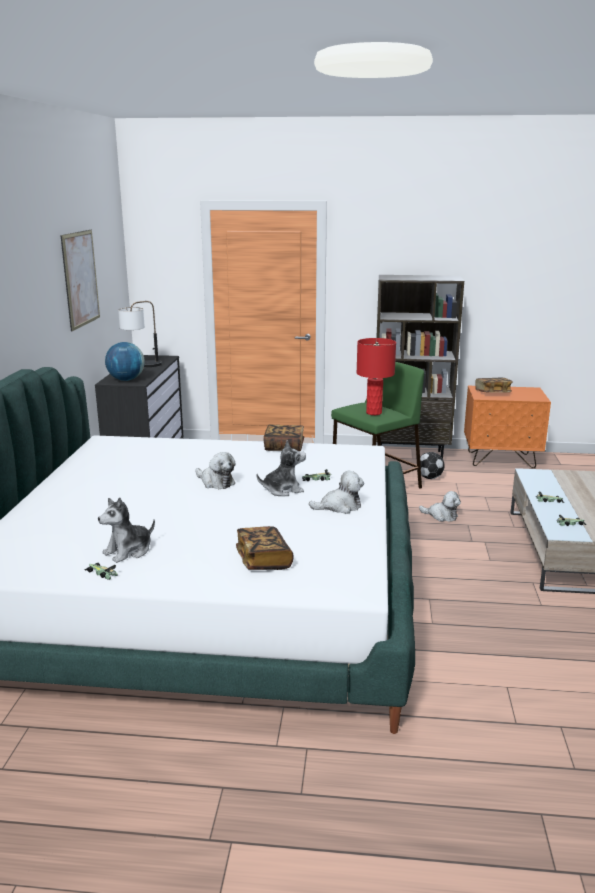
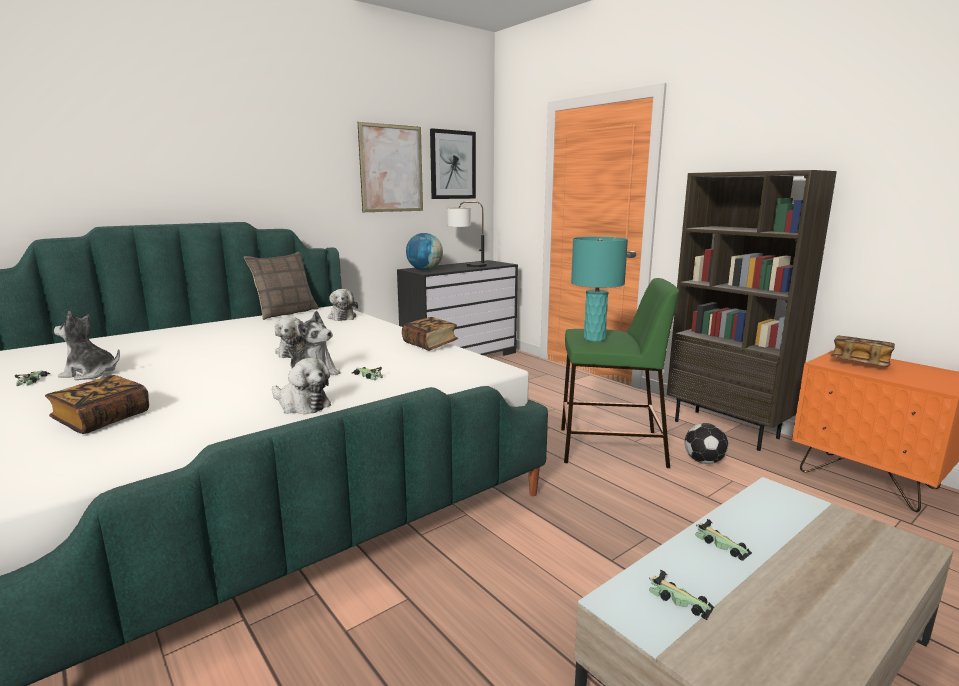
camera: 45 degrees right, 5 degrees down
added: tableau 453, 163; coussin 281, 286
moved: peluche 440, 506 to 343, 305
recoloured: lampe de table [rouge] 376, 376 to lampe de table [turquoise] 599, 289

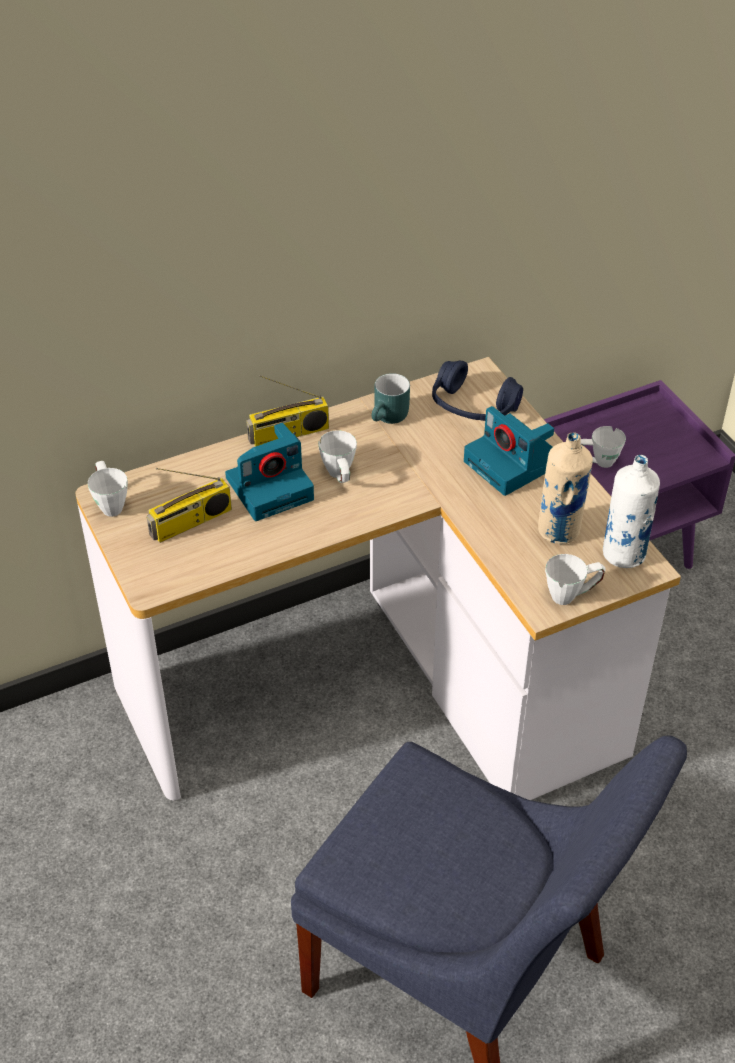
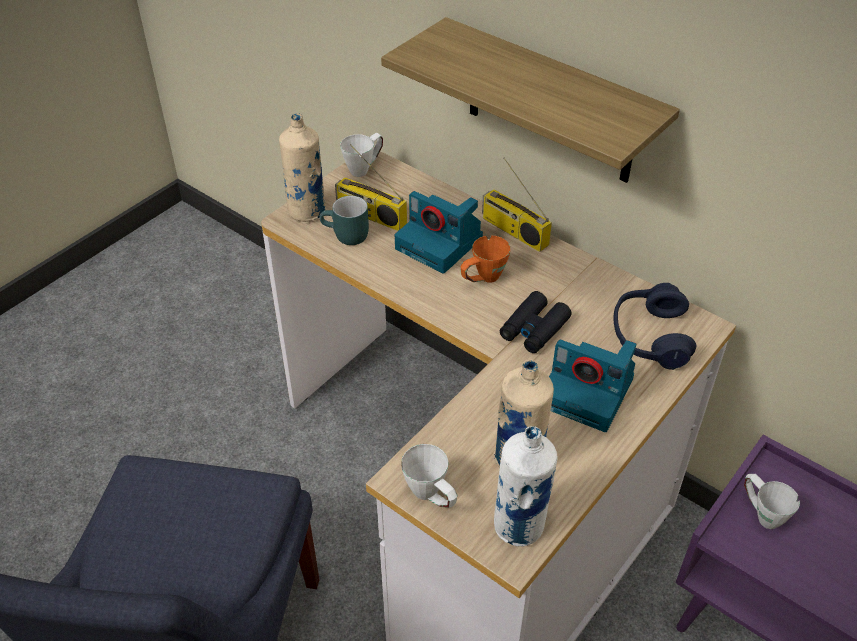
camera: 65 degrees right, 0 degrees up
added: étagère 530, 100; bouteille [beige] 302, 167; jumelles [noir] 536, 322
moved: mug [turquoise] 391, 398 to 344, 220
recoloured: mug [blanc] 337, 456 to mug [orange] 485, 259
turned: appareil photo 509, 451 = 592, 386 90 degrees counterclockwise

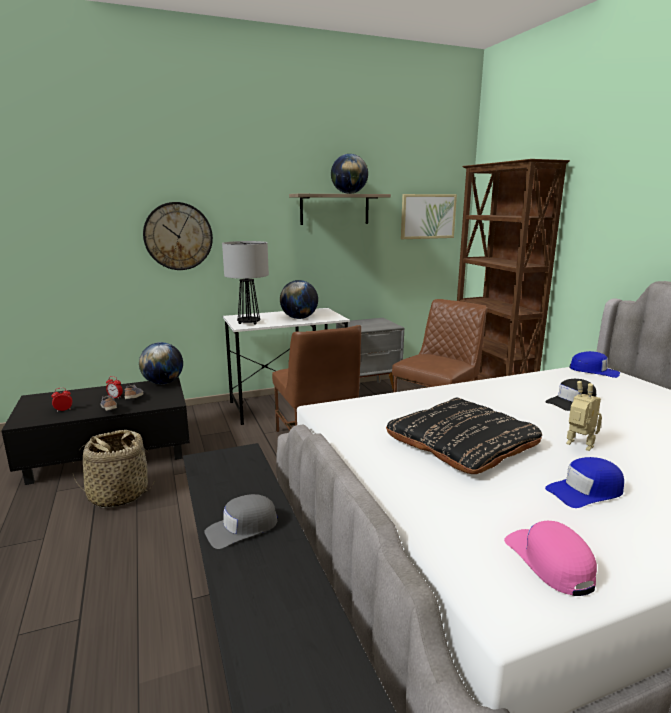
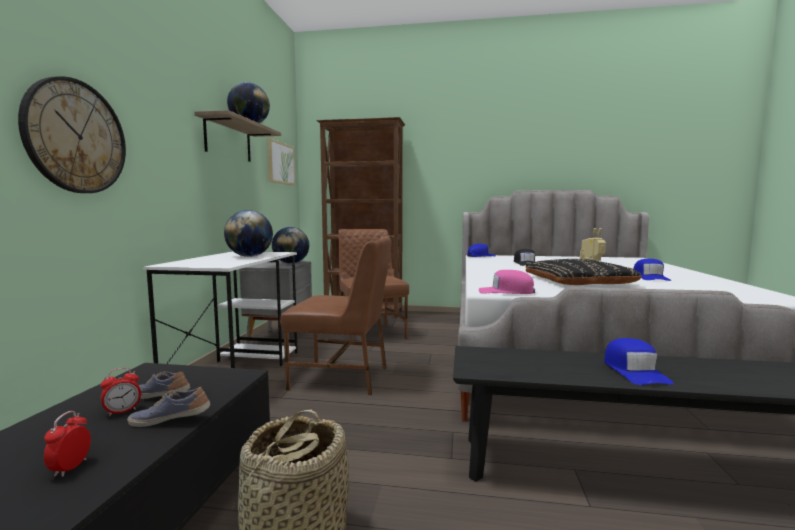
camera: 60 degrees left, 10 degrees down
removed: lampe de table 245, 283
moved: globe 161, 363 to 290, 245; casquette [rose] 550, 558 to 507, 282
recoloured: casquette [gris] 241, 521 to casquette [bleu] 639, 361

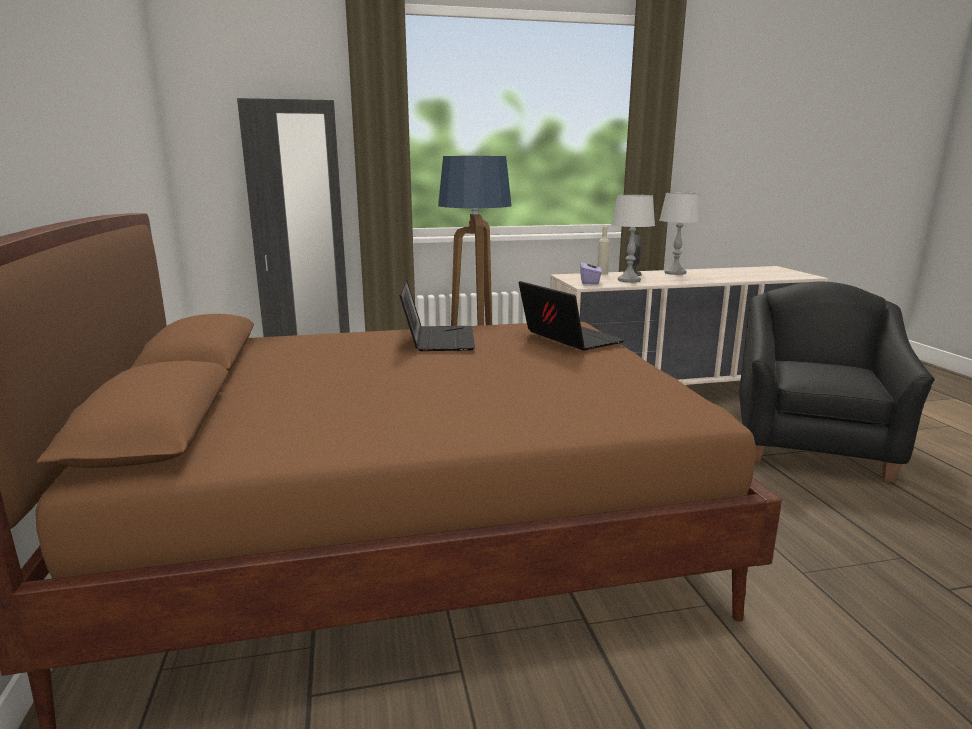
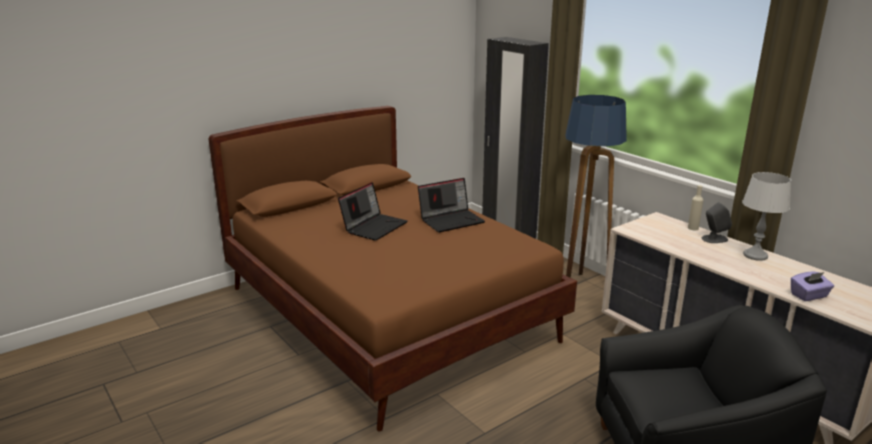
camera: 65 degrees right, 5 degrees up
removed: lampe de table [gris] 633, 238
moved: boîte à mouchoirs [violet] 591, 271 to 812, 286; ordinateur portable 572, 315 to 373, 211

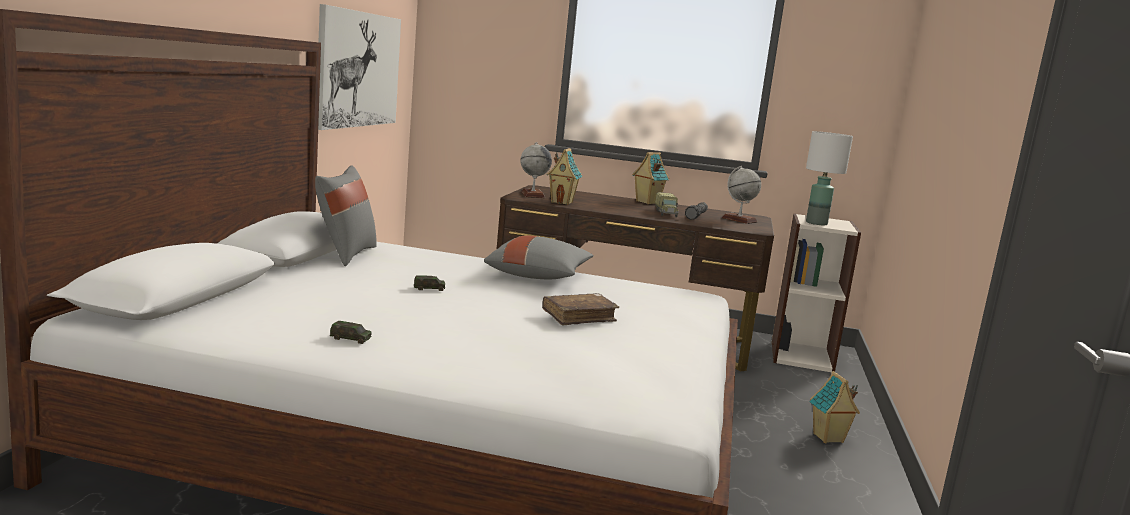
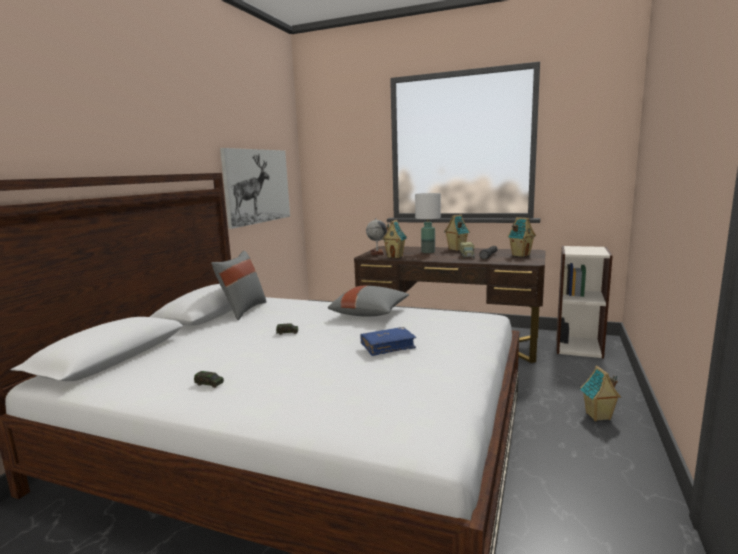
camera: 10 degrees right, 0 degrees up
moved: lampe de table [blanc] 829, 178 to 428, 223
replaced: globe 741, 195 to maison miniature 522, 237
recoloured: livre [marron] 580, 309 to livre [bleu] 388, 341

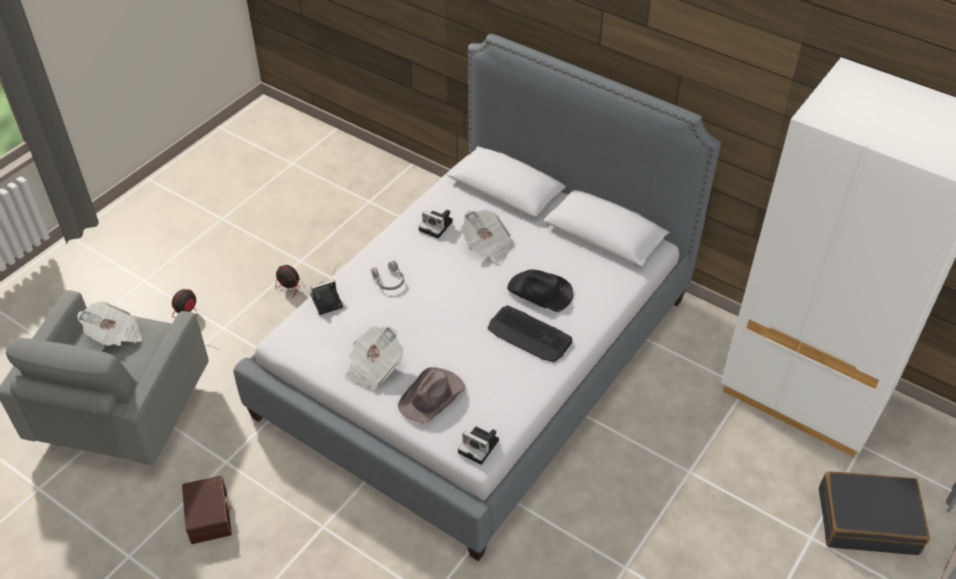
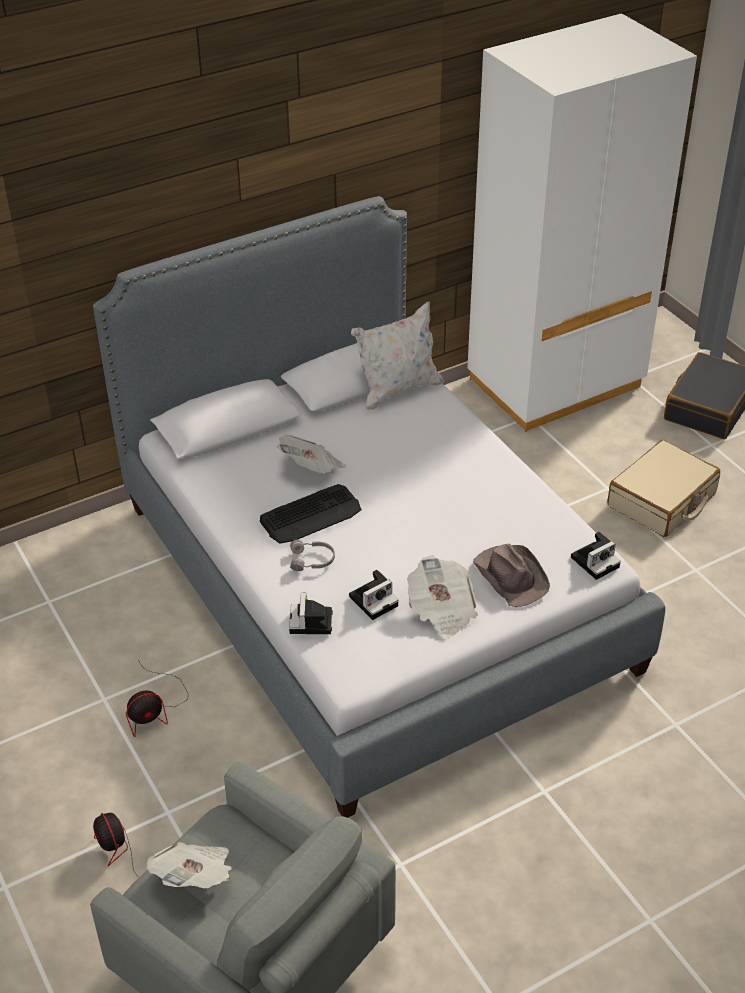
camera: 65 degrees left, 5 degrees down
removed: chapeau [noir] 540, 291; boîte de rangement [marron] 207, 510
added: coussin [blanc] 397, 356; valise [beige] 664, 488
moved: appareil photo 436, 223 to 374, 595; clavier 530, 333 to 310, 514

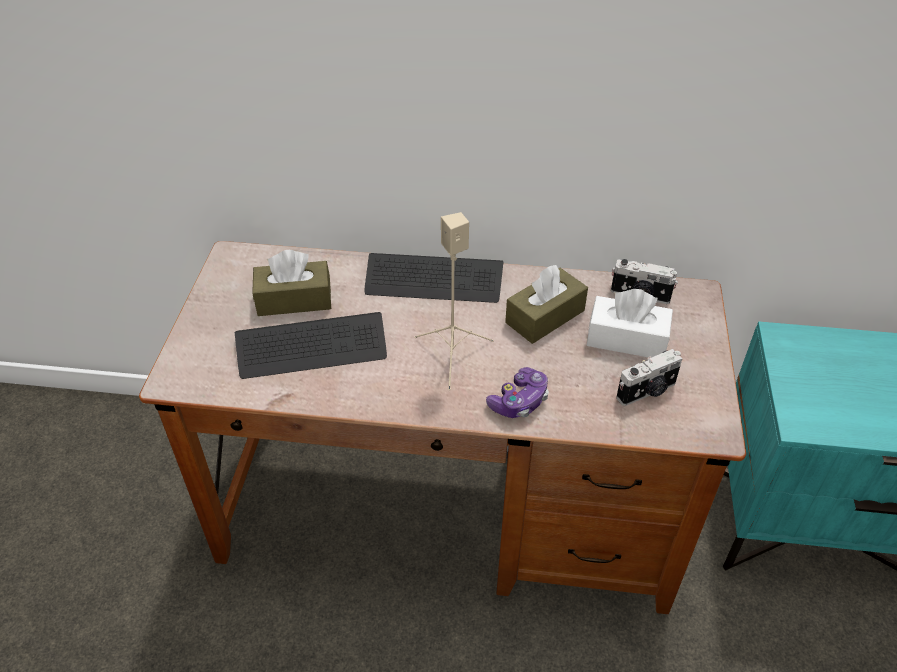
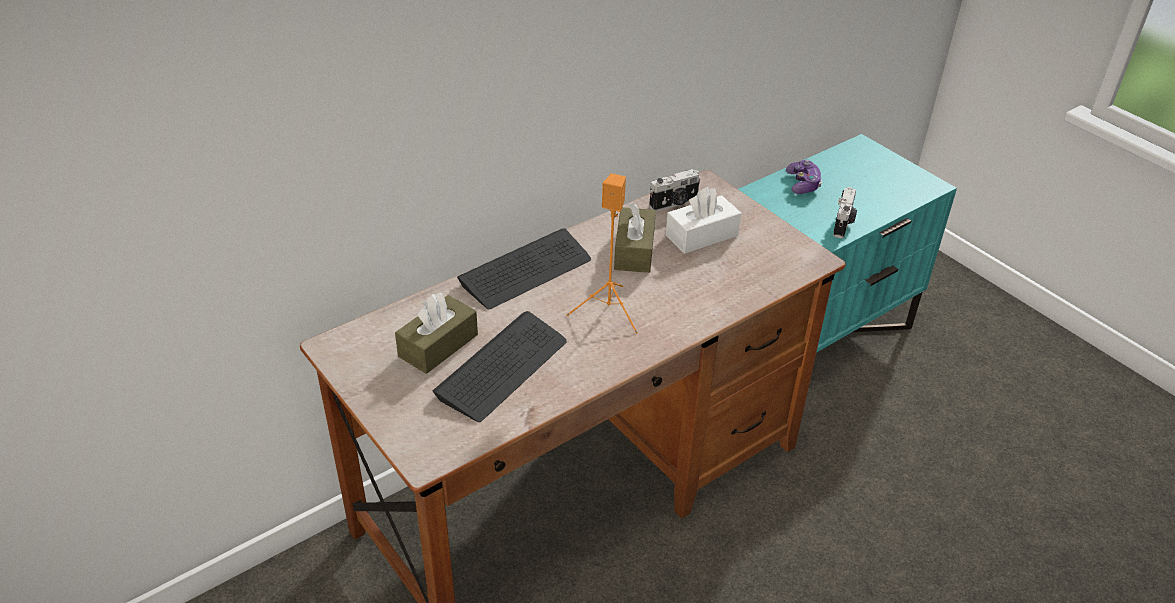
camera: 45 degrees left, 5 degrees down
moved: appareil photo 649, 377 to 845, 212; manette 517, 392 to 804, 177
recoloured: enceinte [beige] 454, 301 to enceinte [orange] 602, 253

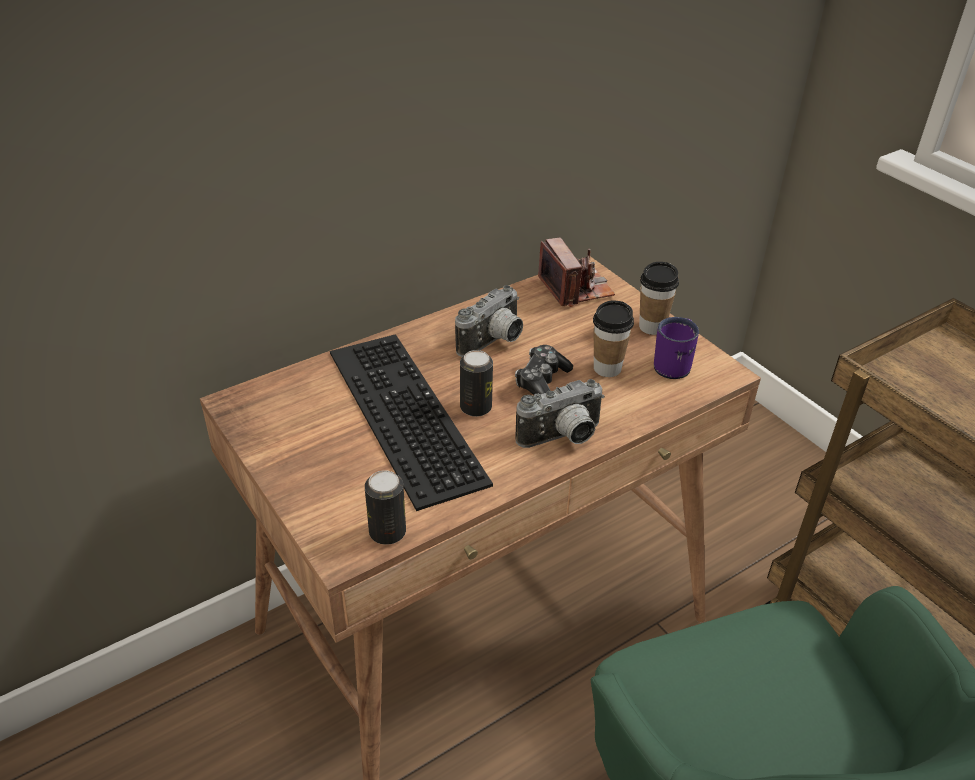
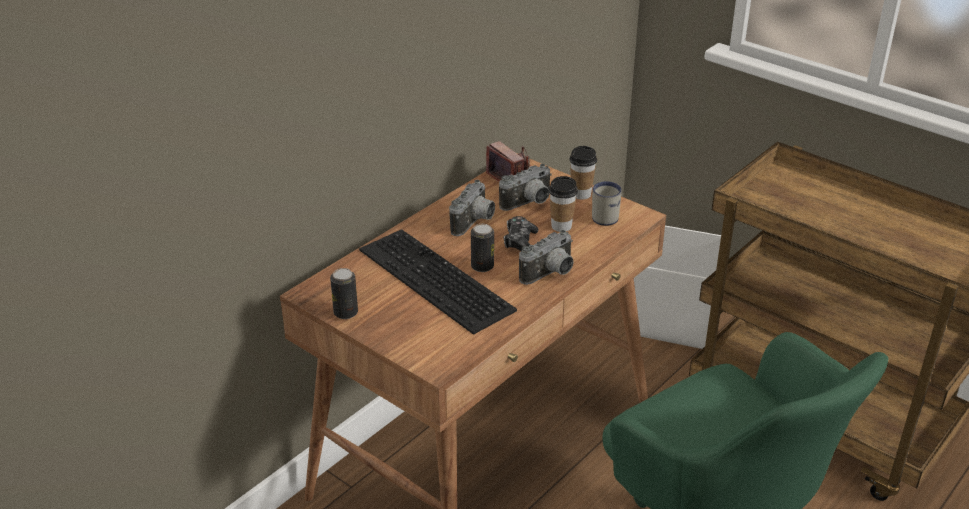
camera: 15 degrees left, 5 degrees down
added: appareil photo 525, 187; boîte de rangement [blanc] 677, 287
moved: boîte métallique 385, 507 to 344, 293
recoloured: mug [violet] 676, 348 to mug [blanc] 607, 203

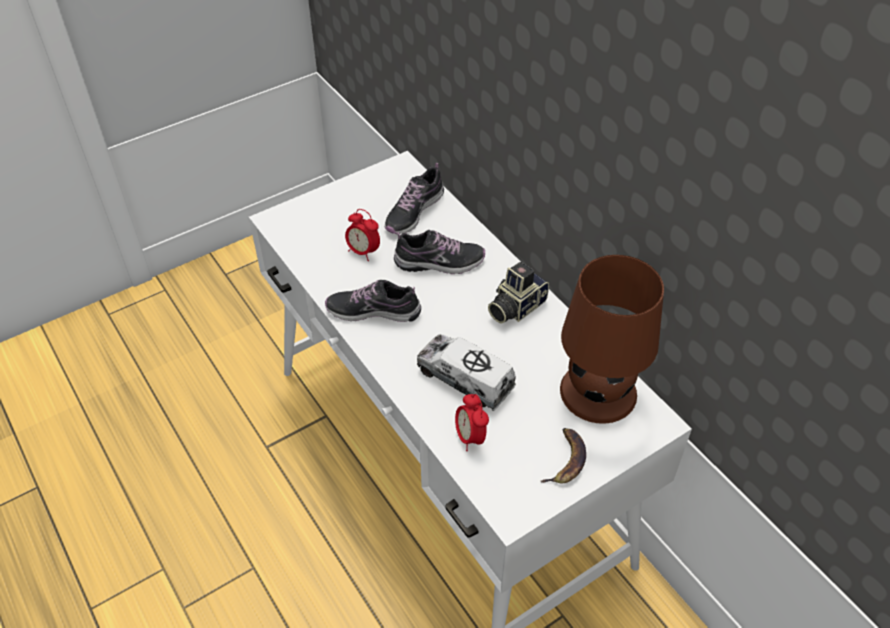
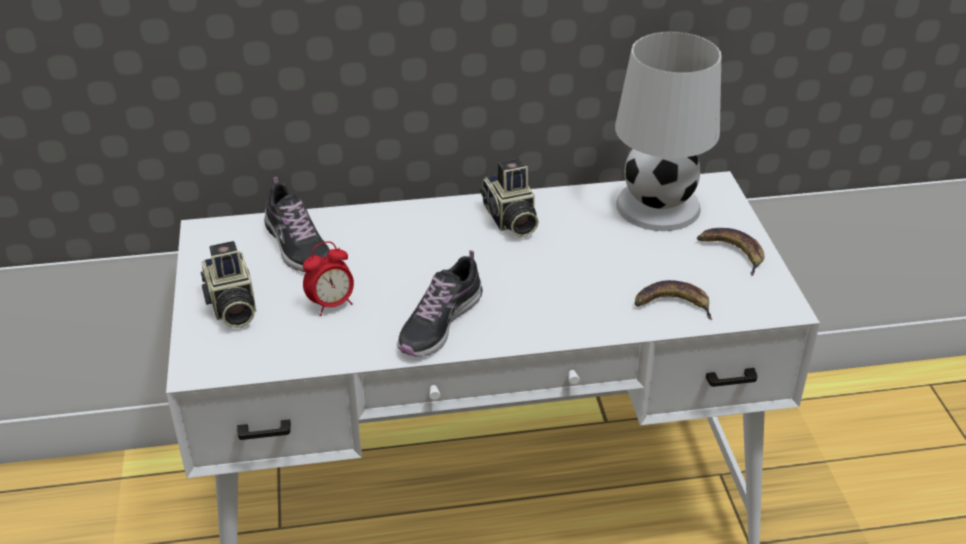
camera: 65 degrees left, 10 degrees down
removed: chaussure 439, 252; camion jouet 466, 372
added: appareil photo 228, 284
replaced: réveil 472, 422 to banane 674, 300
recoloured: lampe de table [marron] 612, 339 to lampe de table [blanc] 668, 131

